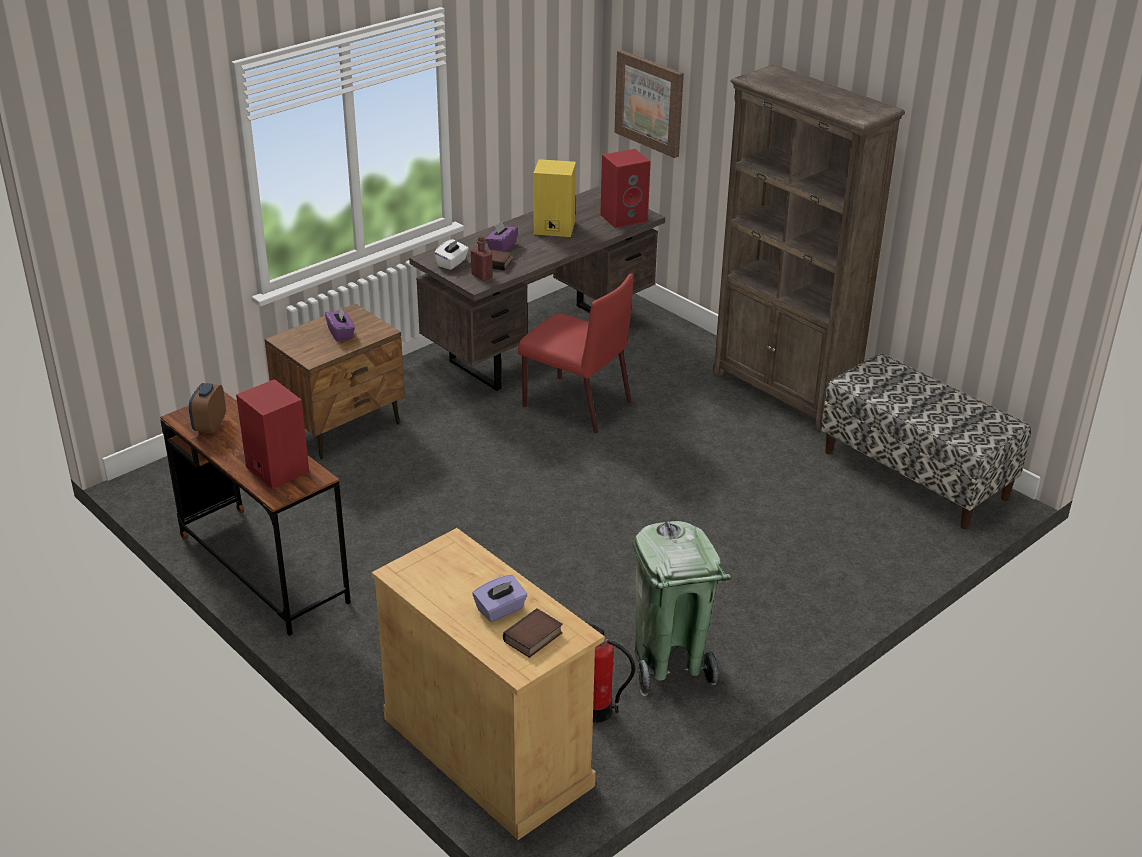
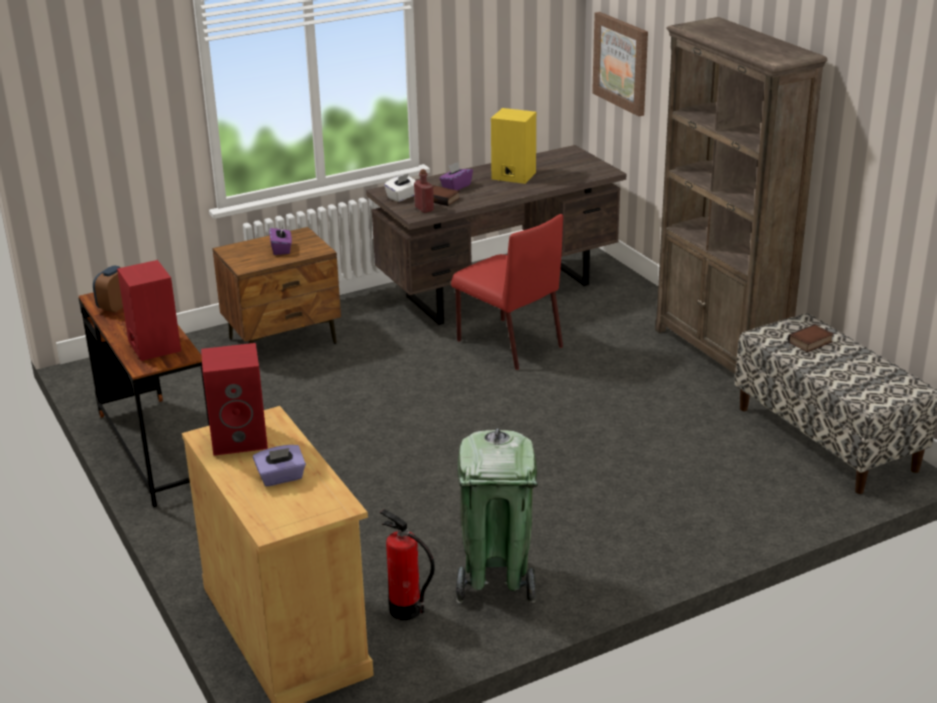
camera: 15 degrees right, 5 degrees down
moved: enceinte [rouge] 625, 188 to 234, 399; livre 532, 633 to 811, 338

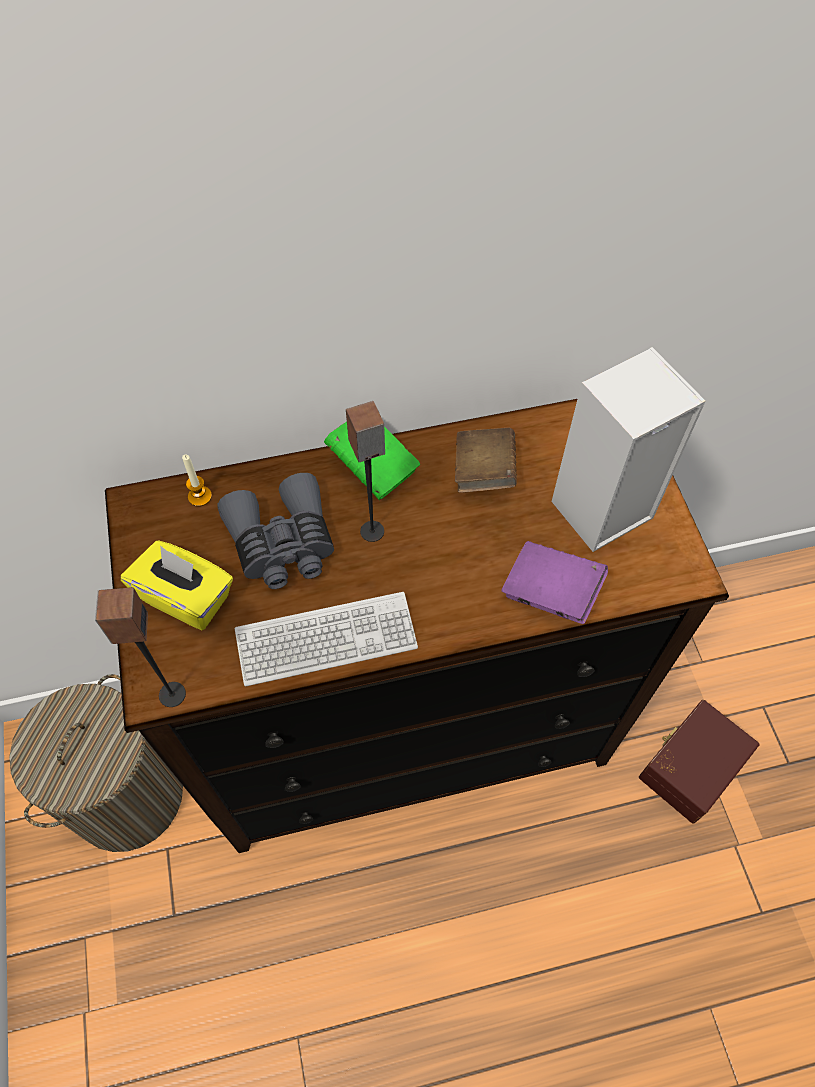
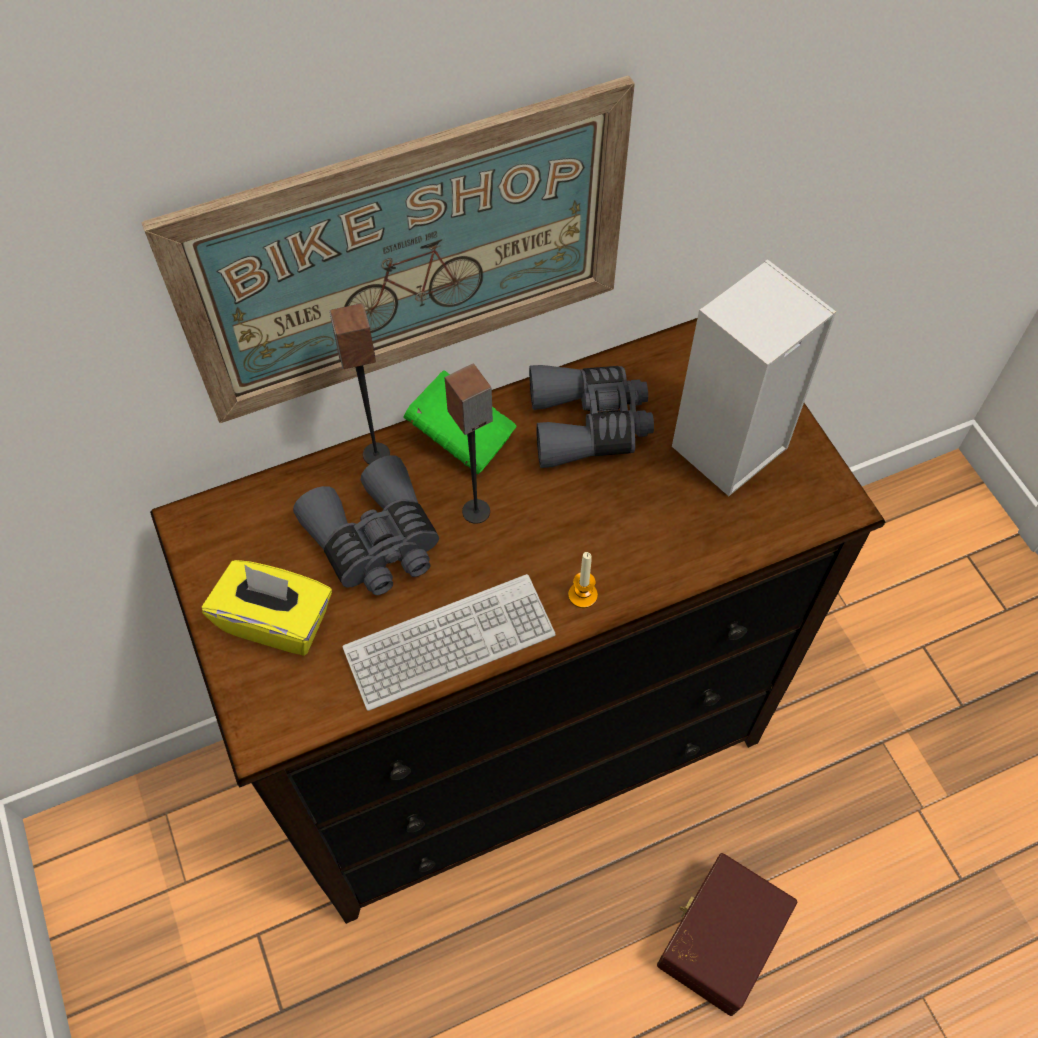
camera: 10 degrees left, 0 degrees up
removed: livre [violet] 554, 582; panier à linge 96, 763
added: tableau 388, 249
moved: bougie 197, 481 to 583, 580; enceinte 140, 647 to 359, 383; boîte de rangement [marron] 699, 762 to 727, 934
replaced: livre [marron] 486, 460 to jumelles [gris] 591, 416

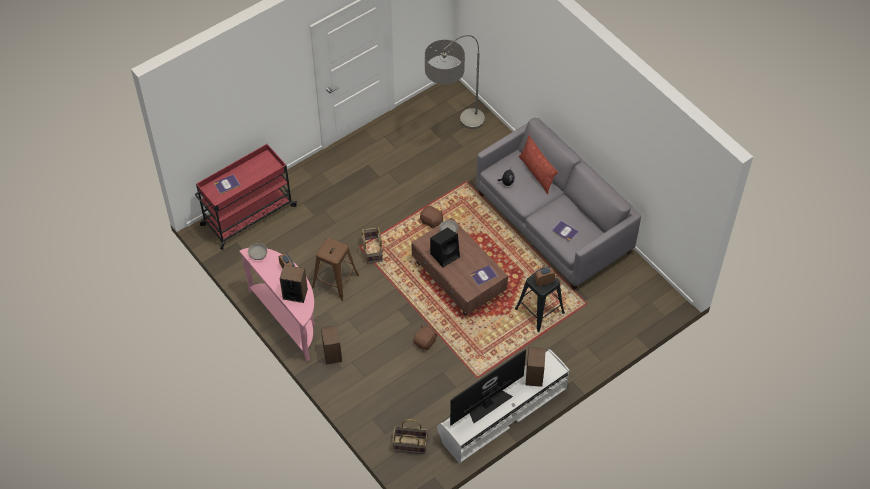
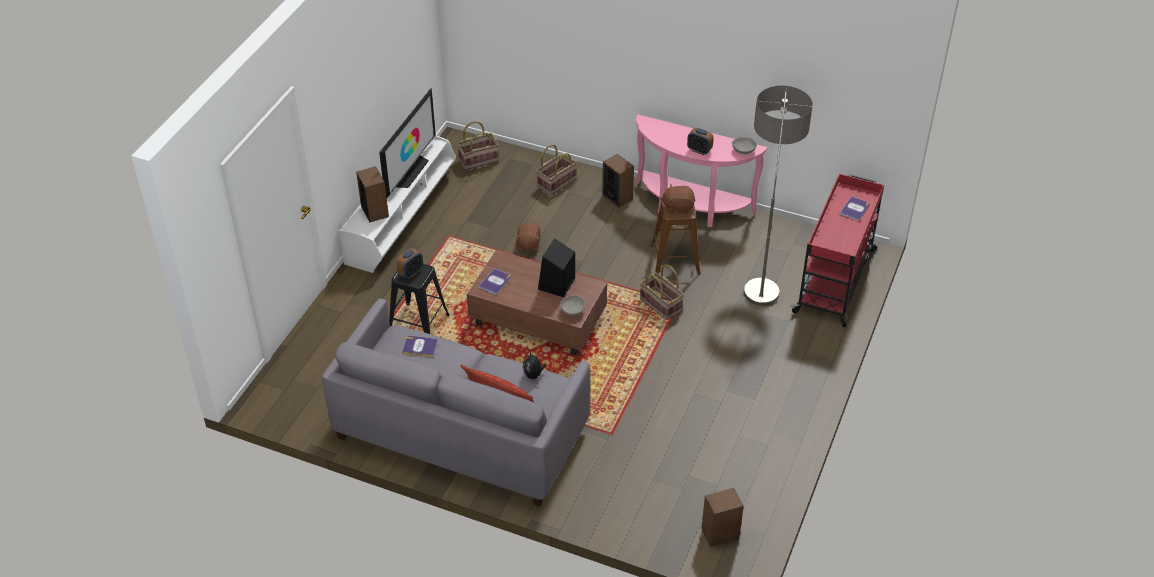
camera: 150 degrees right, 10 degrees down
added: panier 556, 170
moved: lampadaire 455, 82 to 778, 196; peluche [marron] 431, 217 to 678, 199; enceinte 294, 284 to 723, 517

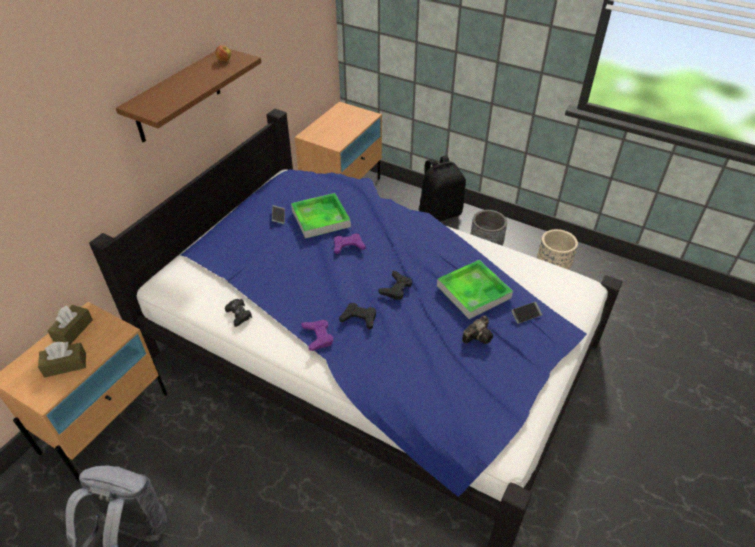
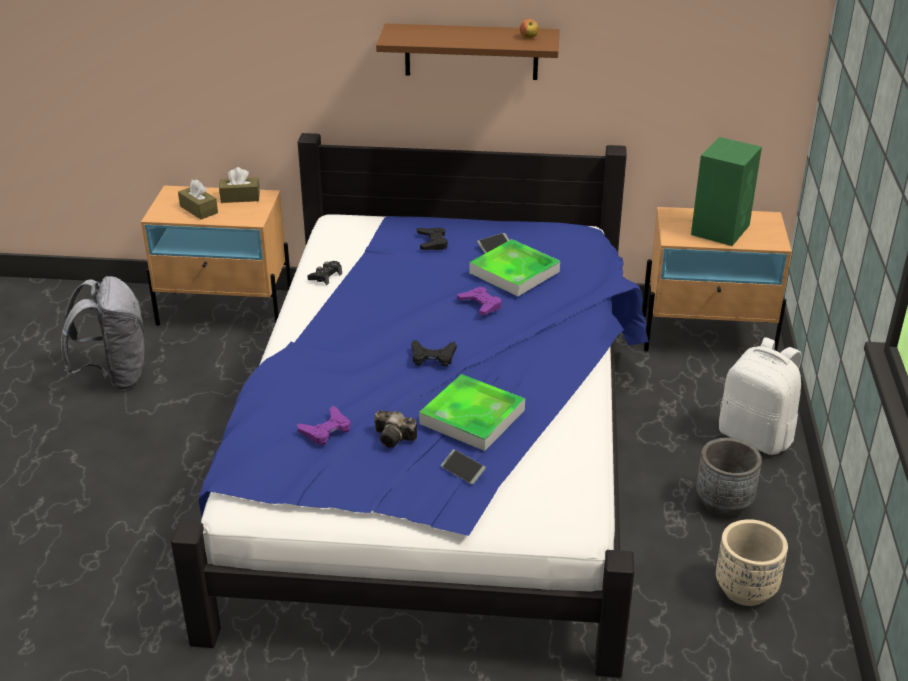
camera: 65 degrees right, 10 degrees down
added: enceinte [vert] 726, 191
moved: manette [noir] 357, 316 to 432, 239; manette [violet] 317, 335 to 324, 425
recoloured: sac à dos [noir] 442, 188 to sac à dos [blanc] 760, 396

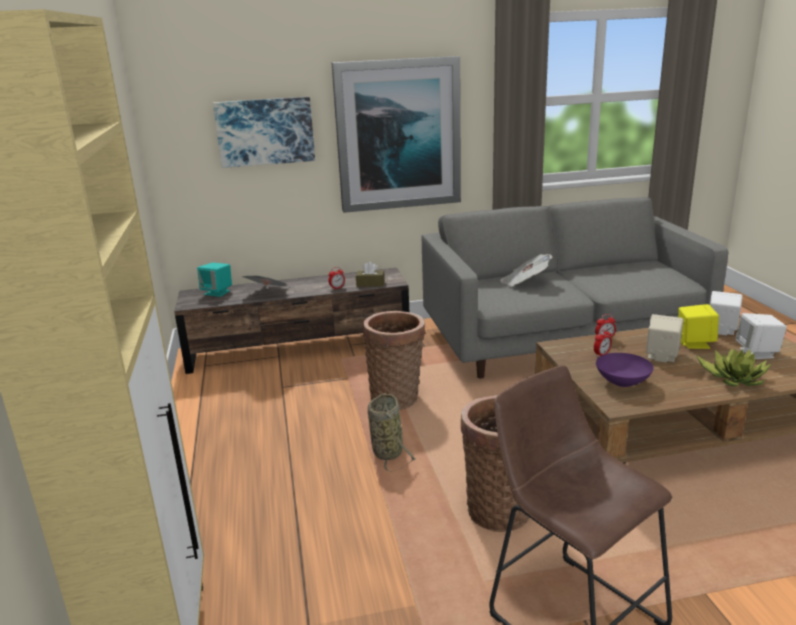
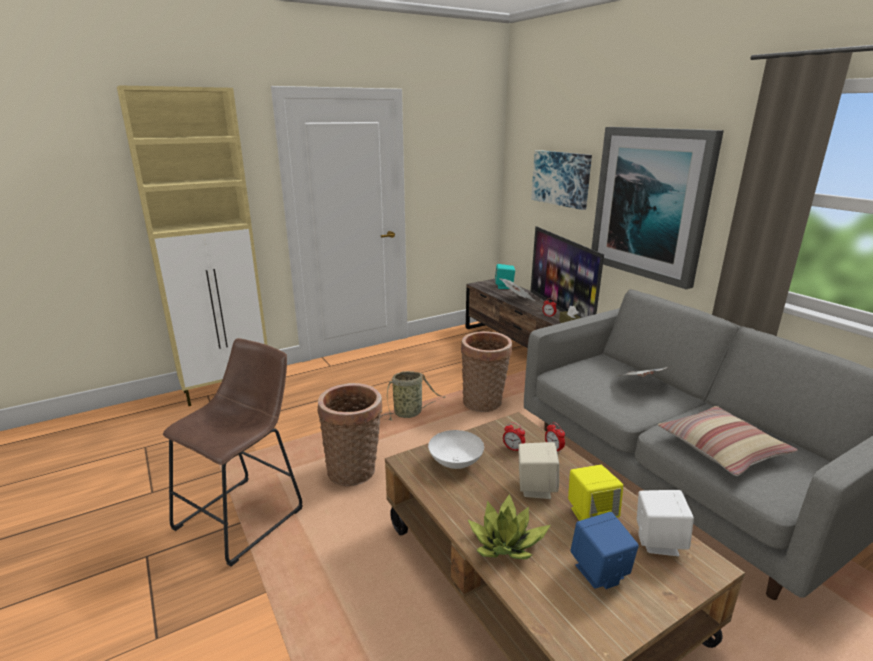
camera: 70 degrees right, 0 degrees up
added: téléviseur 567, 272; coussin 727, 441
recoloured: enceinte [blanc] 761, 336 to enceinte [bleu] 604, 550; bol [violet] 625, 370 to bol [blanc] 456, 449

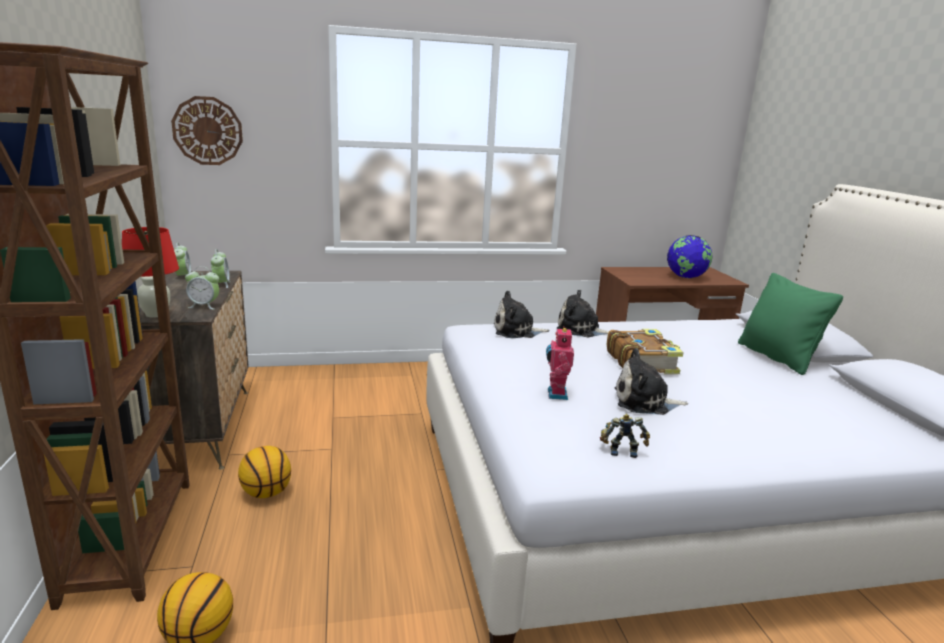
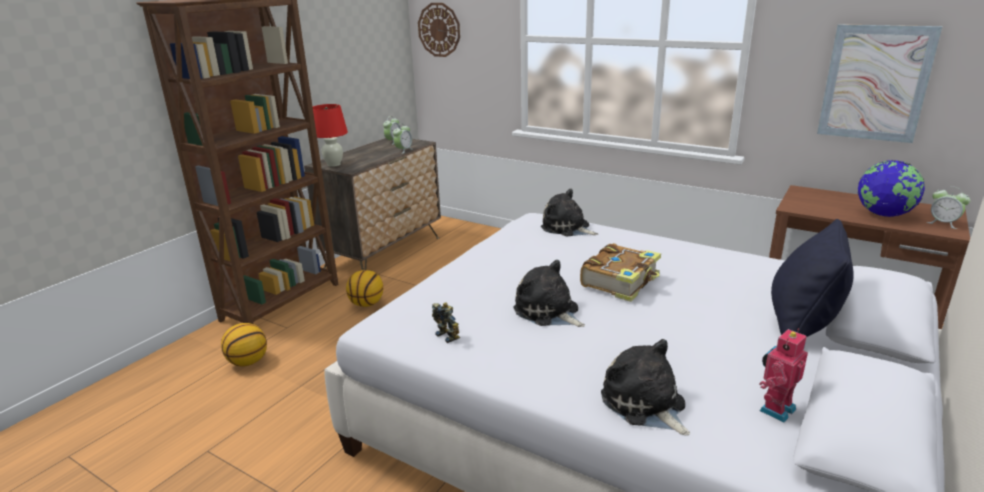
camera: 45 degrees right, 5 degrees up
added: tableau 879, 83
moved: réveil 202, 288 to 948, 208; peluche 583, 313 to 645, 387; robot jouet 560, 363 to 783, 375
recoloured: coussin [vert] 790, 324 to coussin [noir] 812, 278

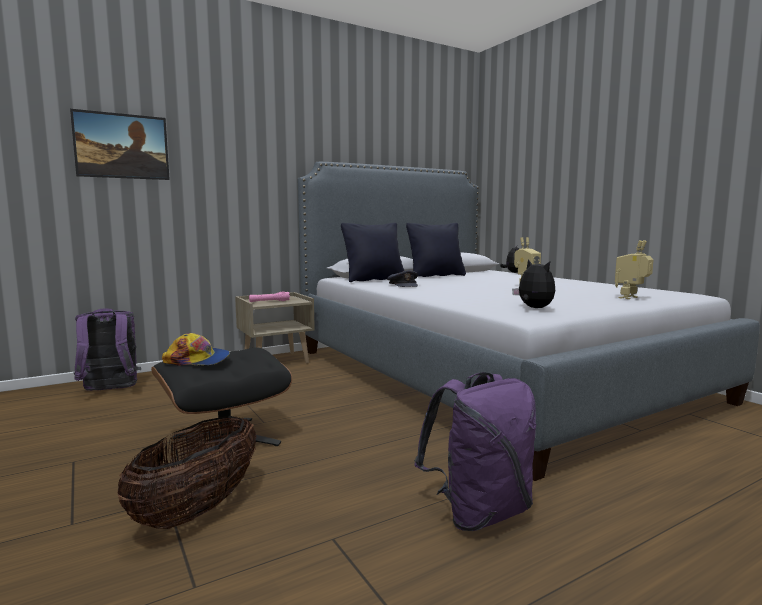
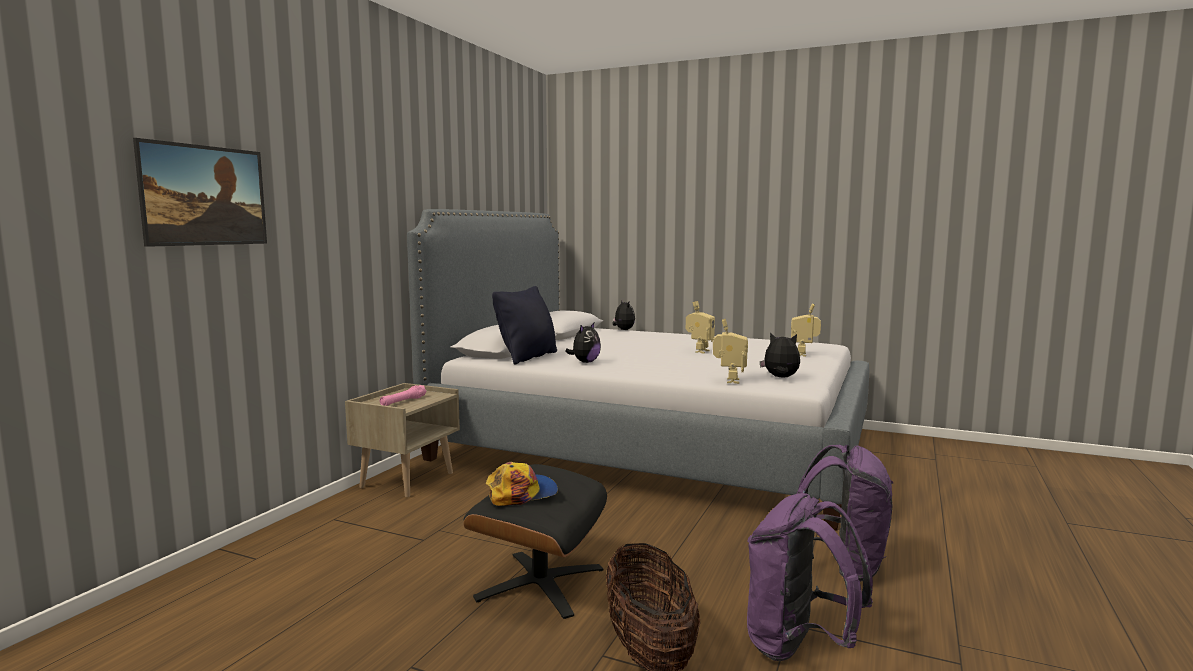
camera: 35 degrees left, 0 degrees up
removed: coussin [noir] 436, 250
added: robot jouet 730, 351
moved: sac à dos [violet] 107, 349 to 810, 577
replaced: casquette [gris] 402, 278 to peluche 583, 343

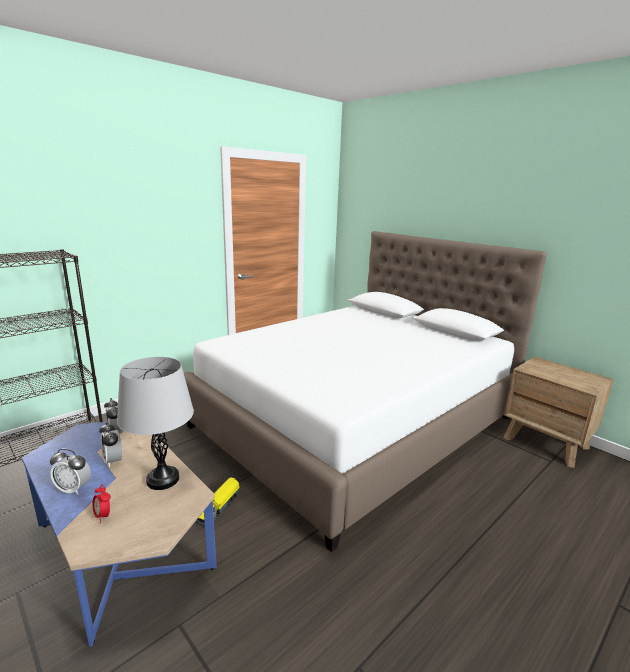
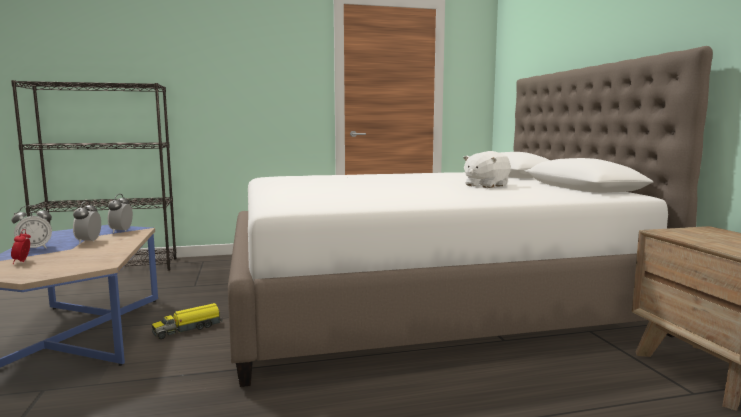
camera: 30 degrees right, 10 degrees down
removed: lampe de table [gris] 155, 423
added: peluche [blanc] 487, 169
turned: réveil 70, 472 = 32, 227 75 degrees counterclockwise

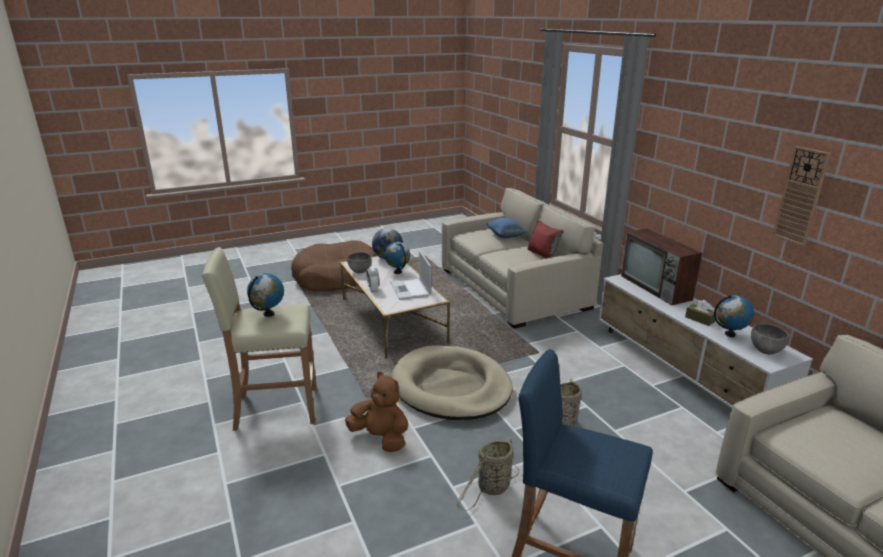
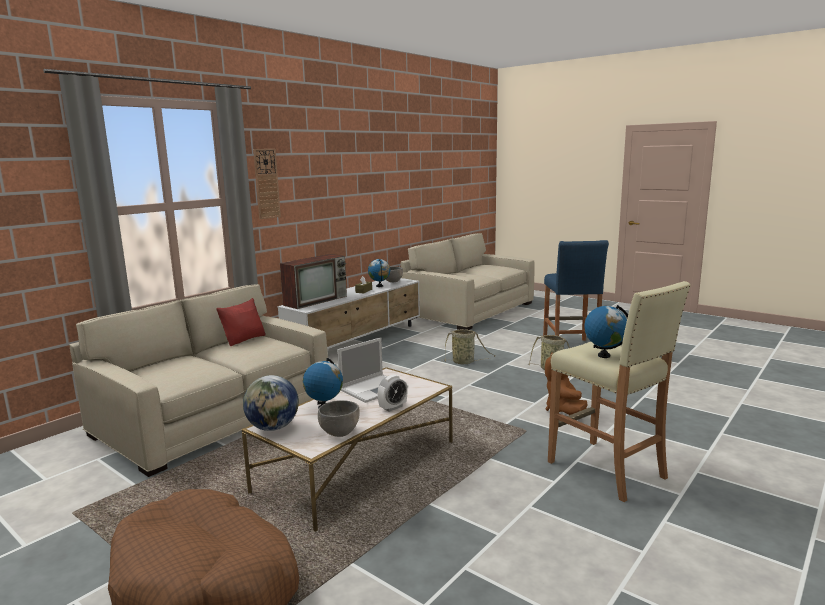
camera: 115 degrees left, 10 degrees down
removed: coussin [bleu] 507, 228; panier pour chien [beige] 452, 382
moved: horloge murale 802, 196 to 267, 184

